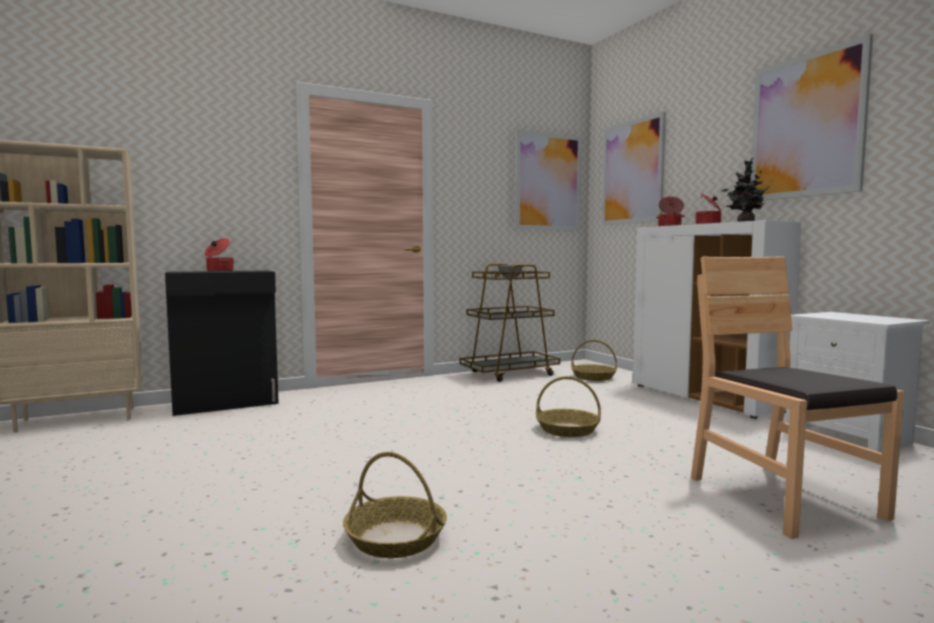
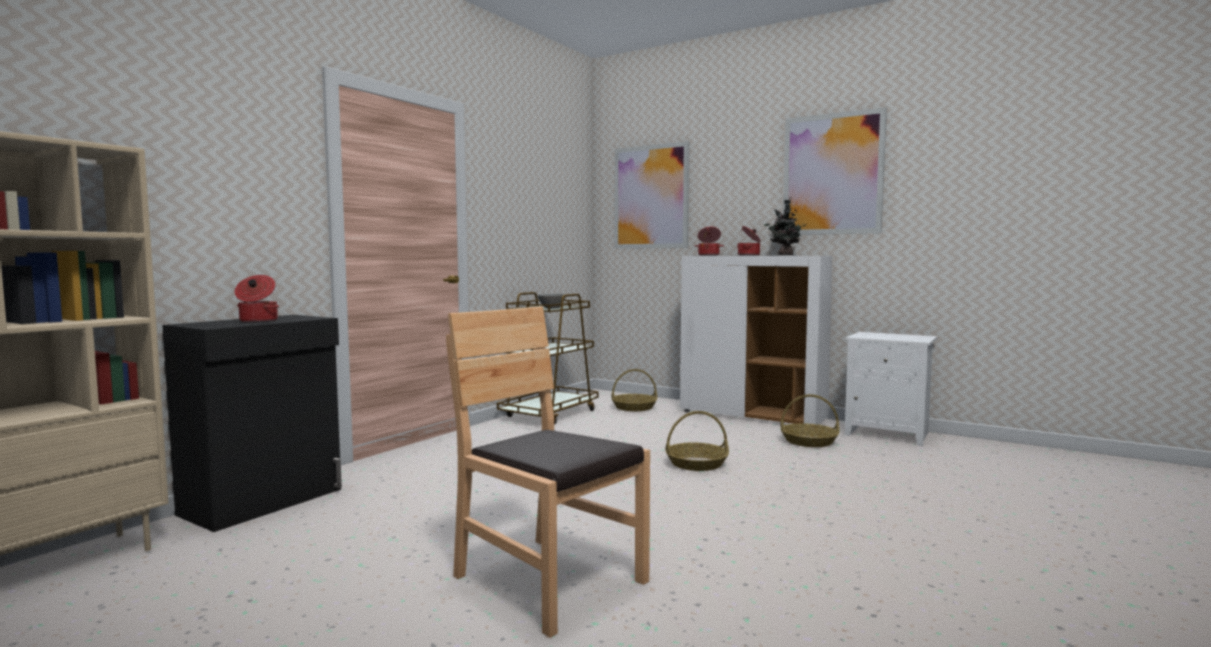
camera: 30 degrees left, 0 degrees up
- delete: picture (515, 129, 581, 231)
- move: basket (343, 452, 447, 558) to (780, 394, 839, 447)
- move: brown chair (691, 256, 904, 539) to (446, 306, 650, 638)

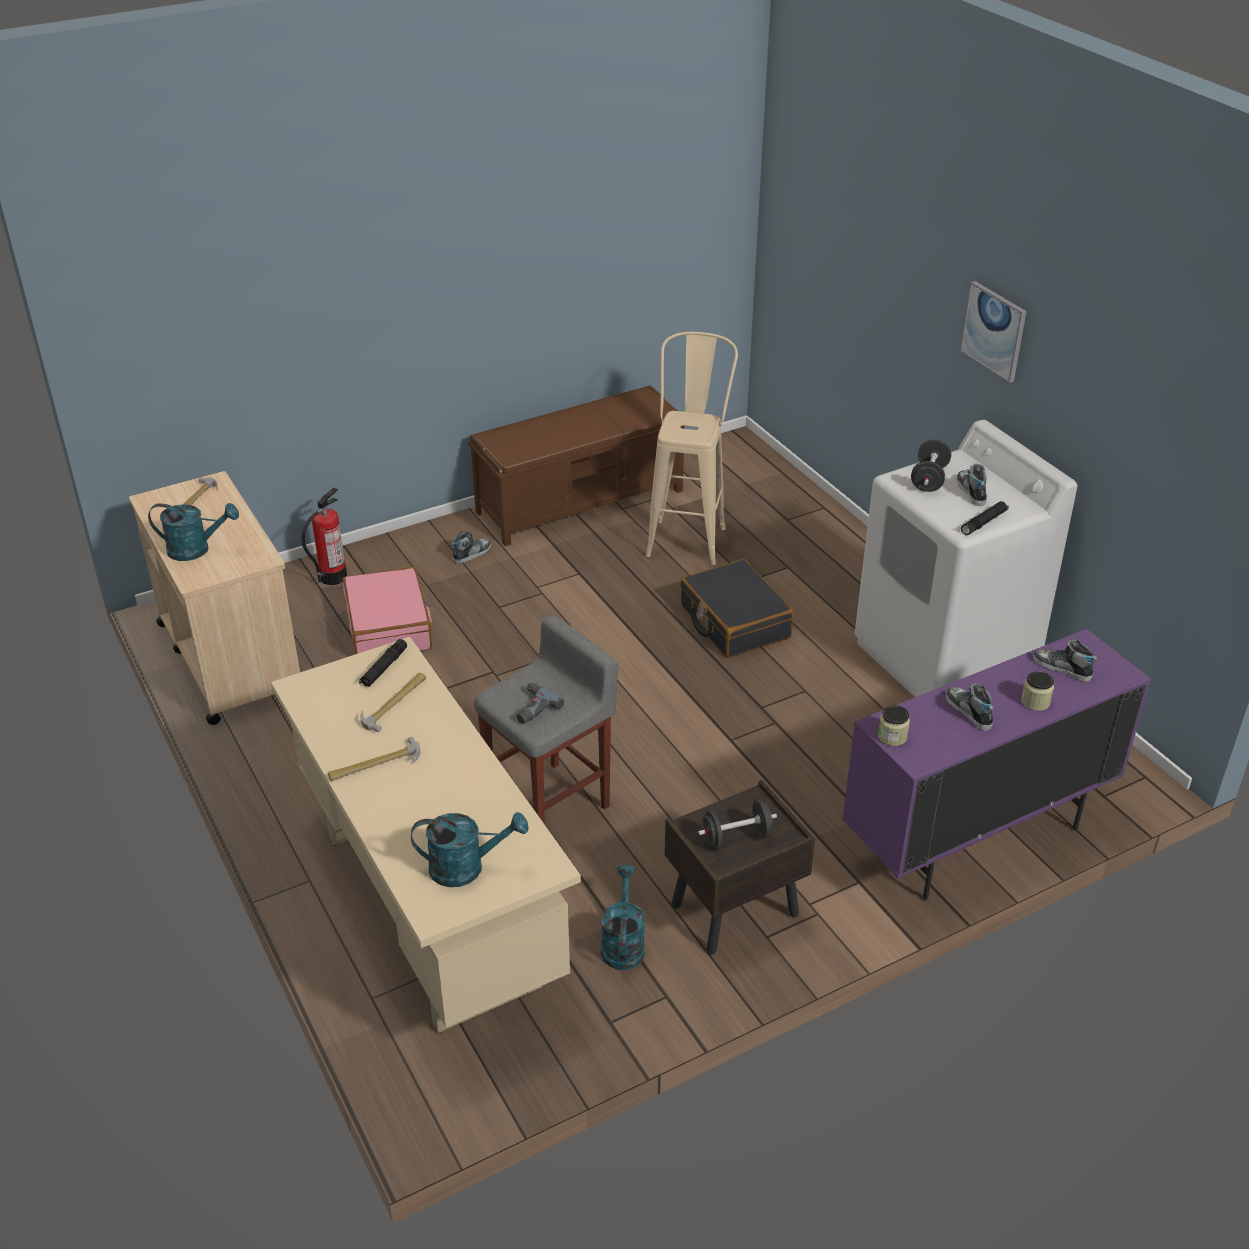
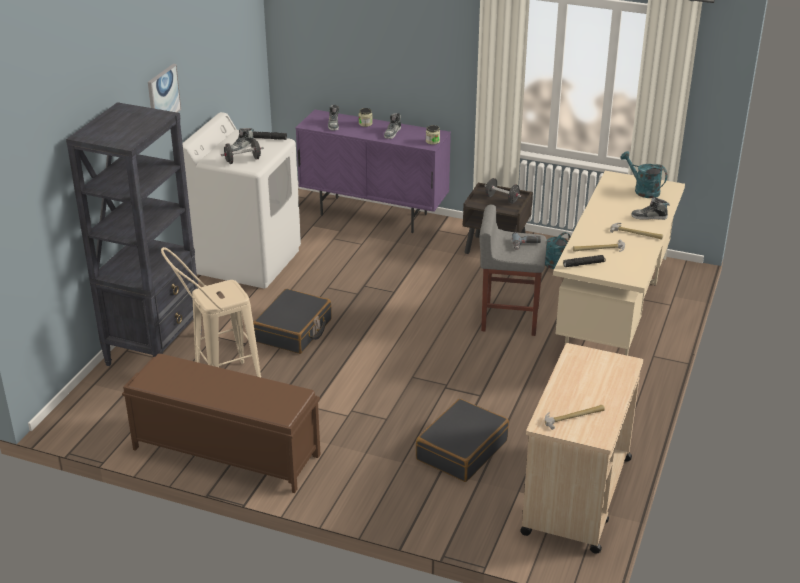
camera: 130 degrees left, 5 degrees down
- delete: turquoise watering can (148, 503, 239, 561)
- delete: fire extinguisher (302, 488, 347, 585)
- insert: black bookcase (66, 102, 202, 366)
- move: shoe (451, 530, 492, 564) to (632, 197, 669, 220)
- recolor: pink suitcase (343, 567, 432, 654) to black suitcase (416, 399, 509, 482)

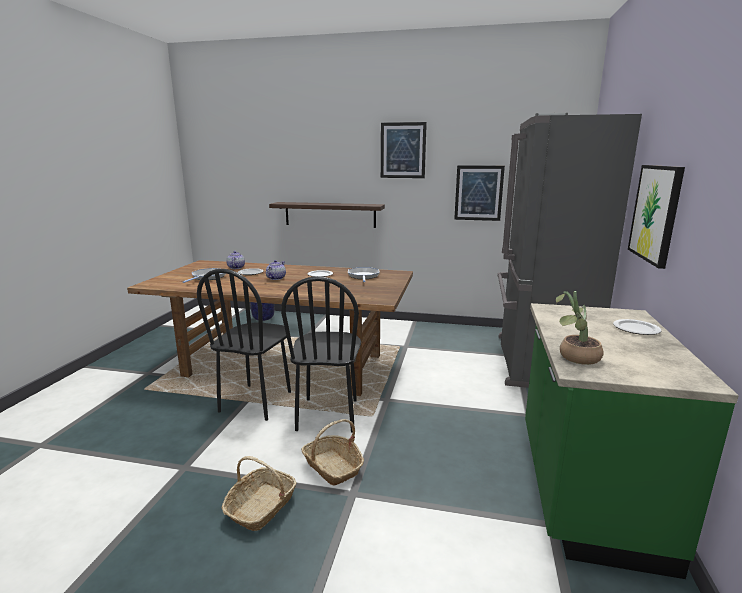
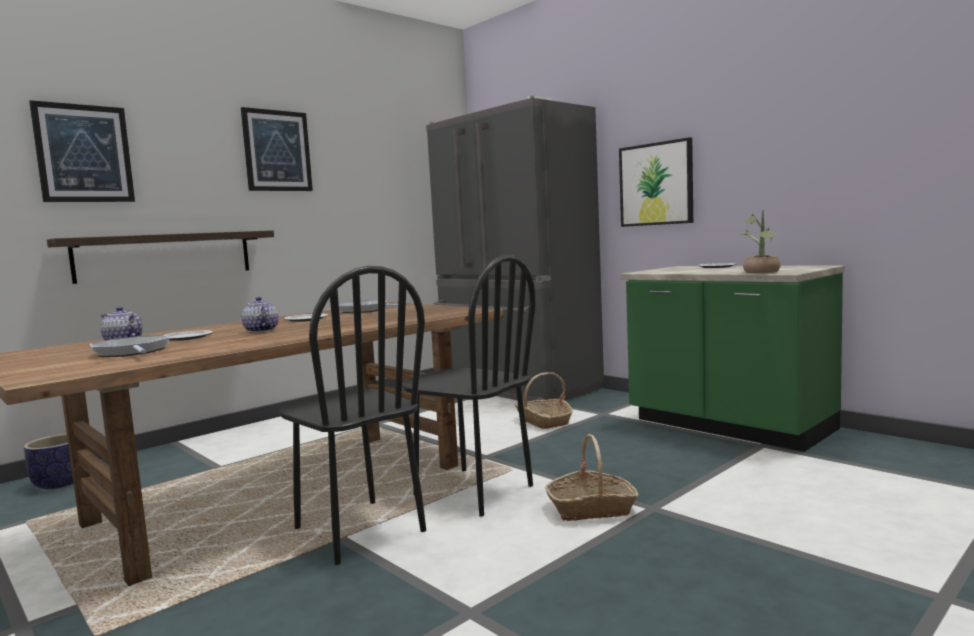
camera: 55 degrees left, 10 degrees down
- move: basket (222, 456, 297, 531) to (515, 372, 573, 429)
- move: picture (454, 165, 505, 221) to (29, 100, 135, 202)

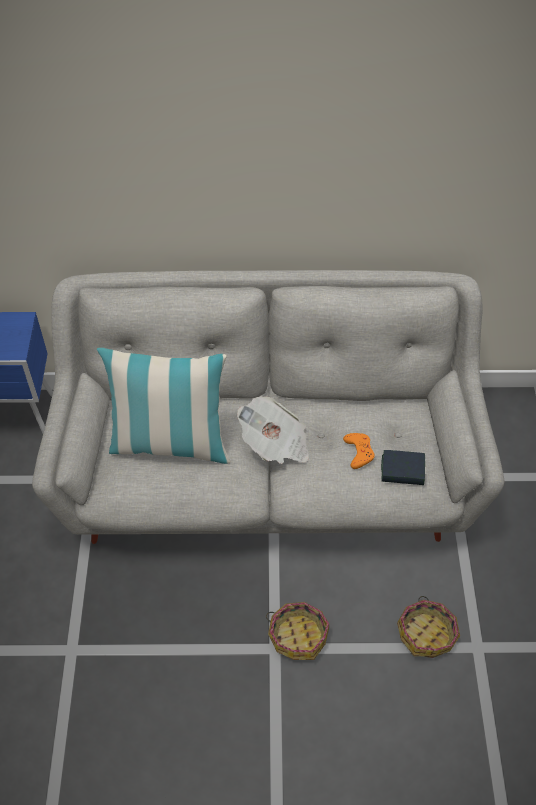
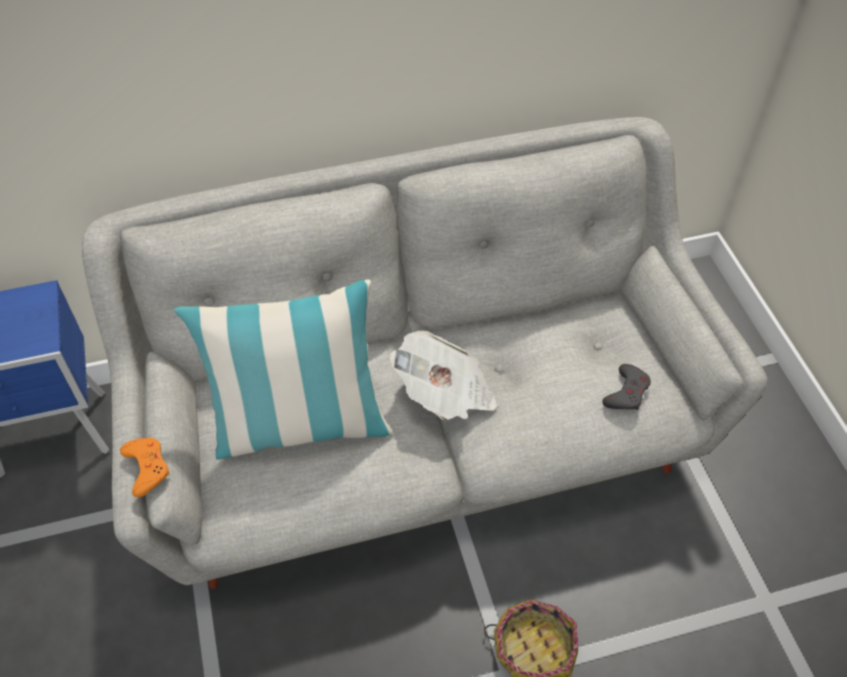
camera: 15 degrees left, 0 degrees up
- delete: basket (397, 596, 460, 658)
- move: orange game controller (343, 433, 375, 469) to (120, 438, 170, 497)
- replace: book (381, 450, 425, 485) to grey game controller (602, 364, 651, 410)

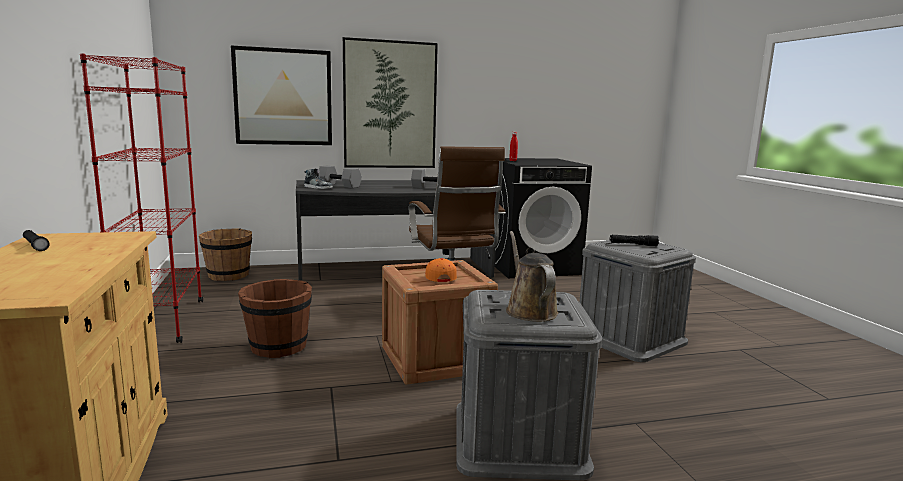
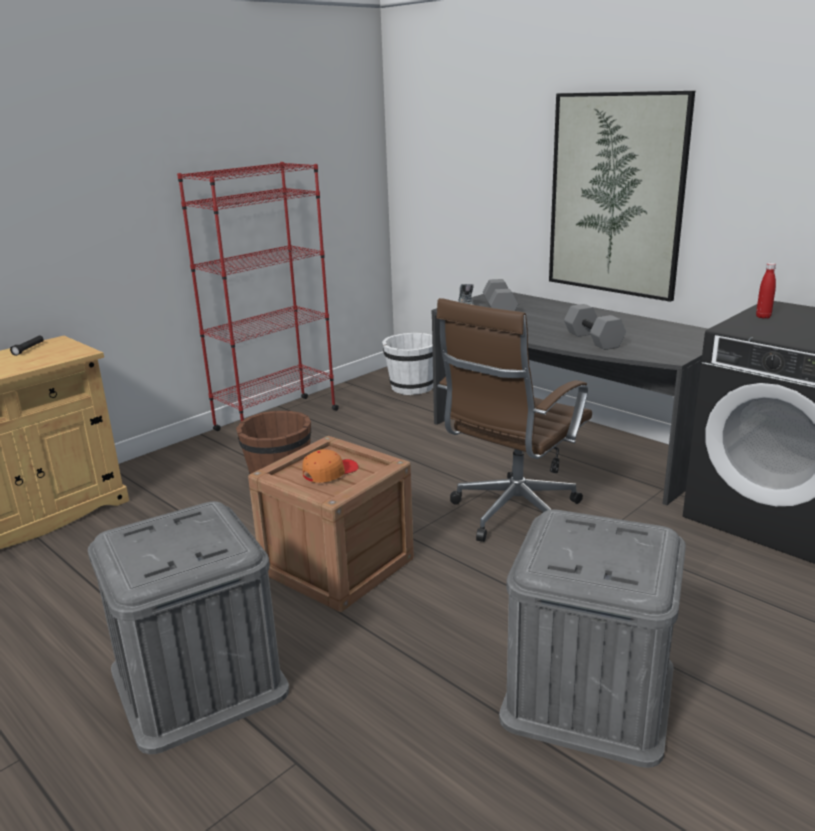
camera: 60 degrees right, 10 degrees up
- delete: picture (231, 46, 332, 145)
- delete: brown watering can (506, 231, 558, 322)
- delete: black flashlight (610, 235, 659, 246)
- recolor: brown bucket (199, 228, 252, 281) to white bucket (382, 332, 433, 395)

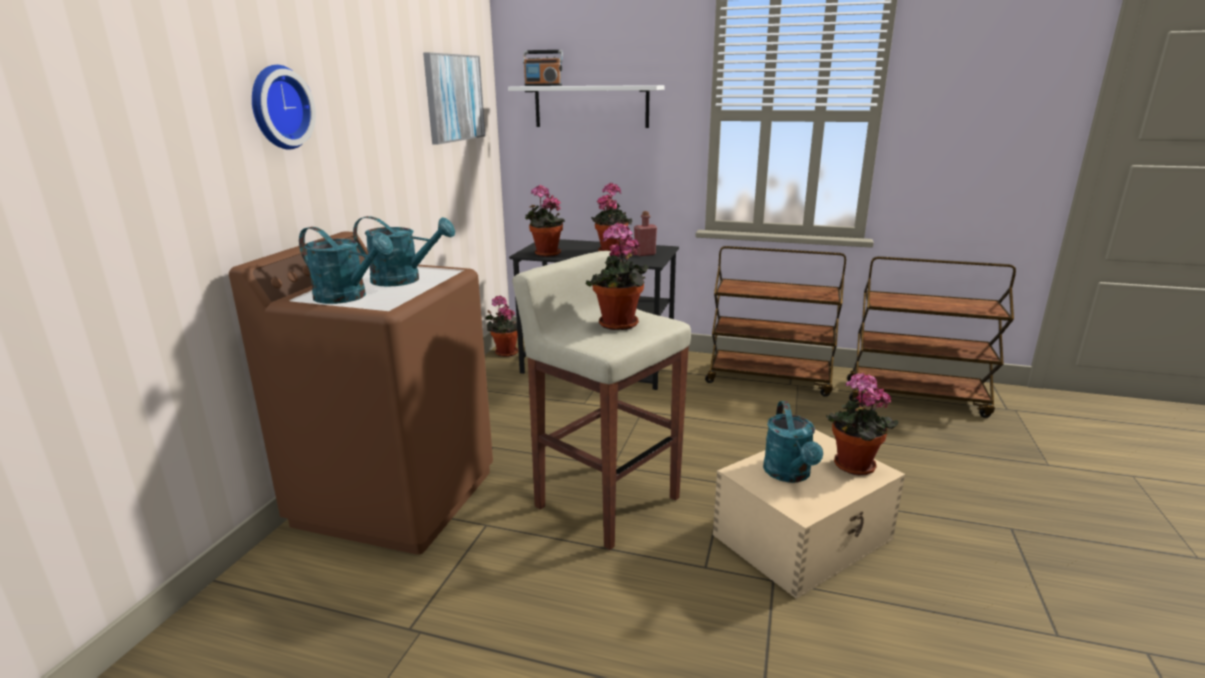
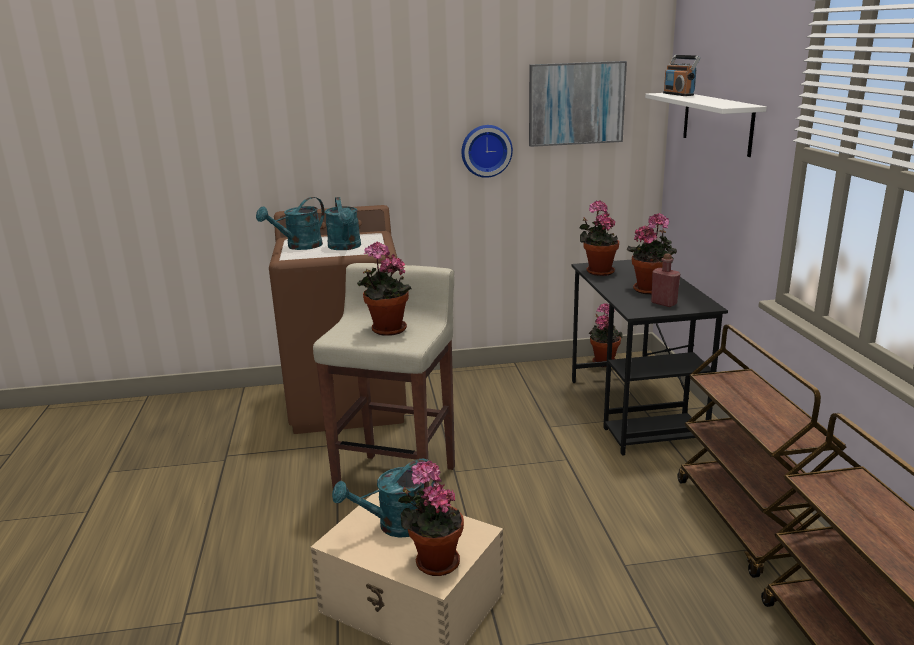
camera: 65 degrees right, 0 degrees up
- move: wall clock (252, 65, 316, 150) to (461, 125, 513, 178)
- rotate: turquoise watering can (299, 227, 393, 304) = (256, 197, 325, 250) 45 degrees clockwise

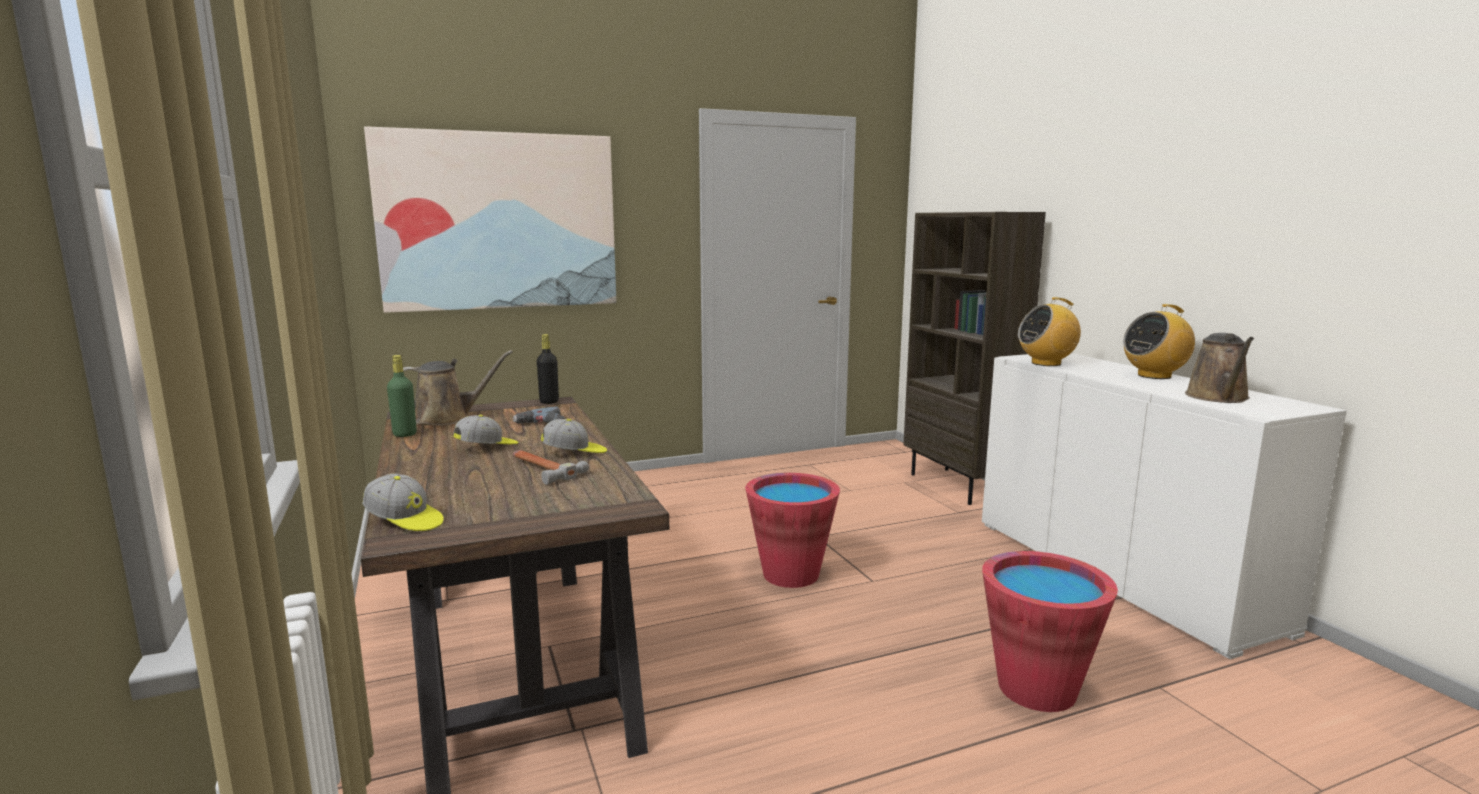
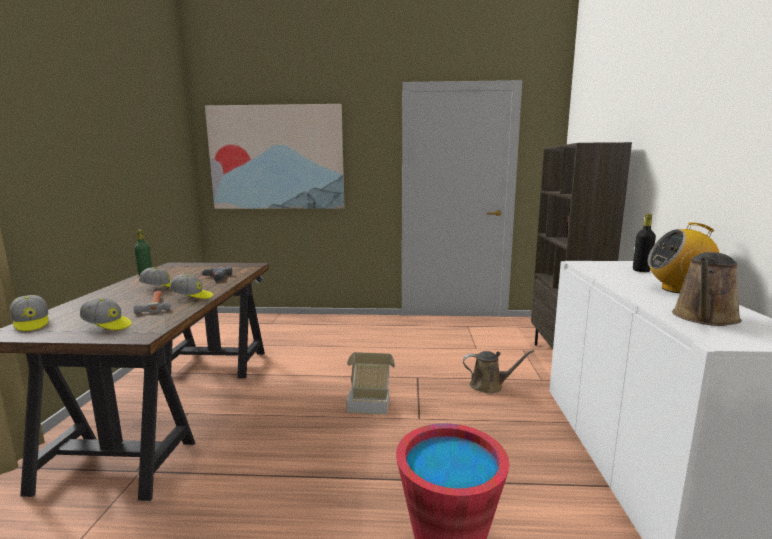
camera: 25 degrees right, 0 degrees up
- delete: radio (1018, 297, 1081, 366)
- insert: cap (80, 297, 132, 330)
- move: brown watering can (403, 350, 513, 426) to (463, 350, 534, 393)
- move: black bottle (537, 334, 559, 404) to (633, 214, 656, 272)
- replace: red bucket (745, 473, 840, 588) to cardboard box (346, 352, 395, 415)

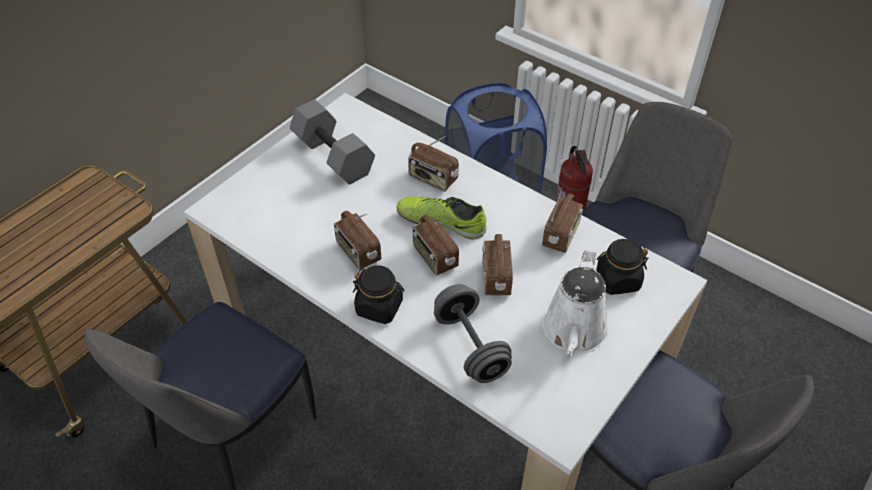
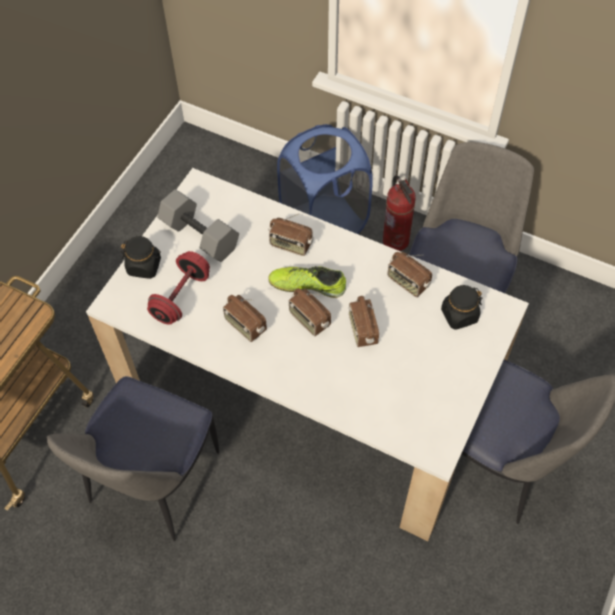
camera: 10 degrees left, 10 degrees up
- delete: grey dumbbell (434, 284, 512, 383)
- delete: white watering can (542, 250, 609, 357)
- insert: red dumbbell (147, 251, 210, 325)
- move: black jar (353, 265, 405, 324) to (121, 236, 161, 279)
- rotate: radio (542, 187, 583, 253) = (388, 252, 432, 297) 120 degrees clockwise

